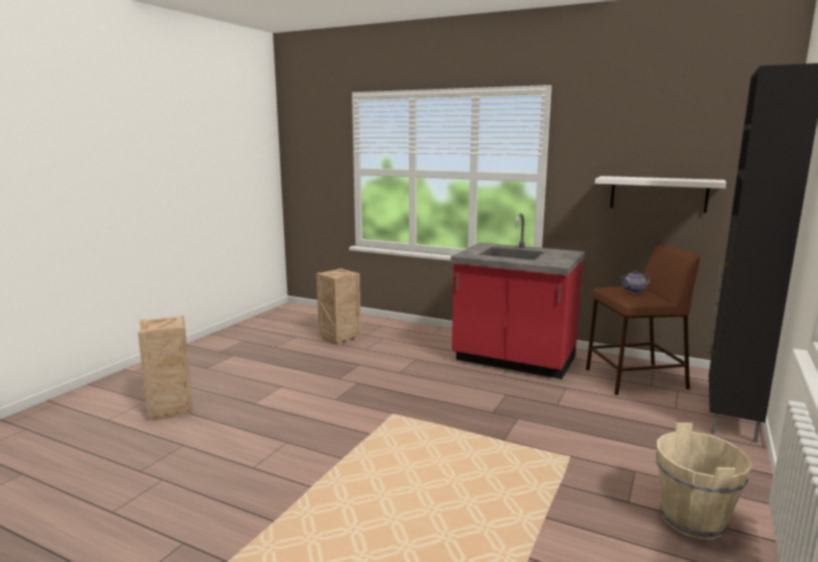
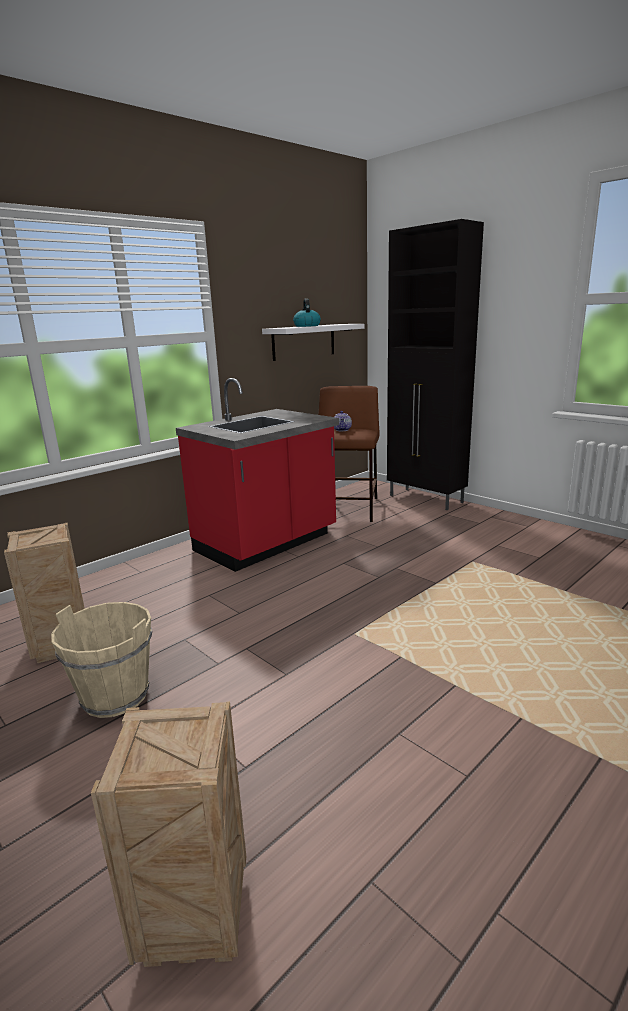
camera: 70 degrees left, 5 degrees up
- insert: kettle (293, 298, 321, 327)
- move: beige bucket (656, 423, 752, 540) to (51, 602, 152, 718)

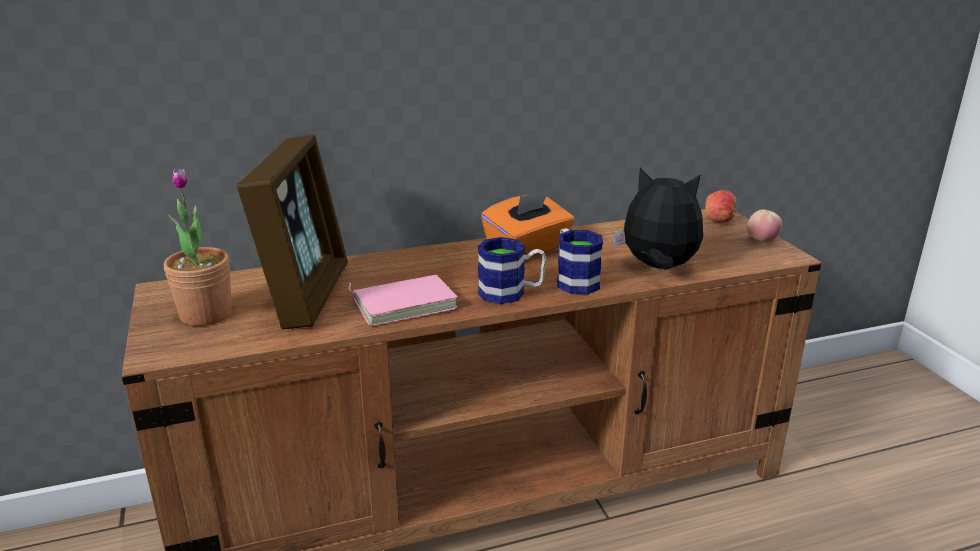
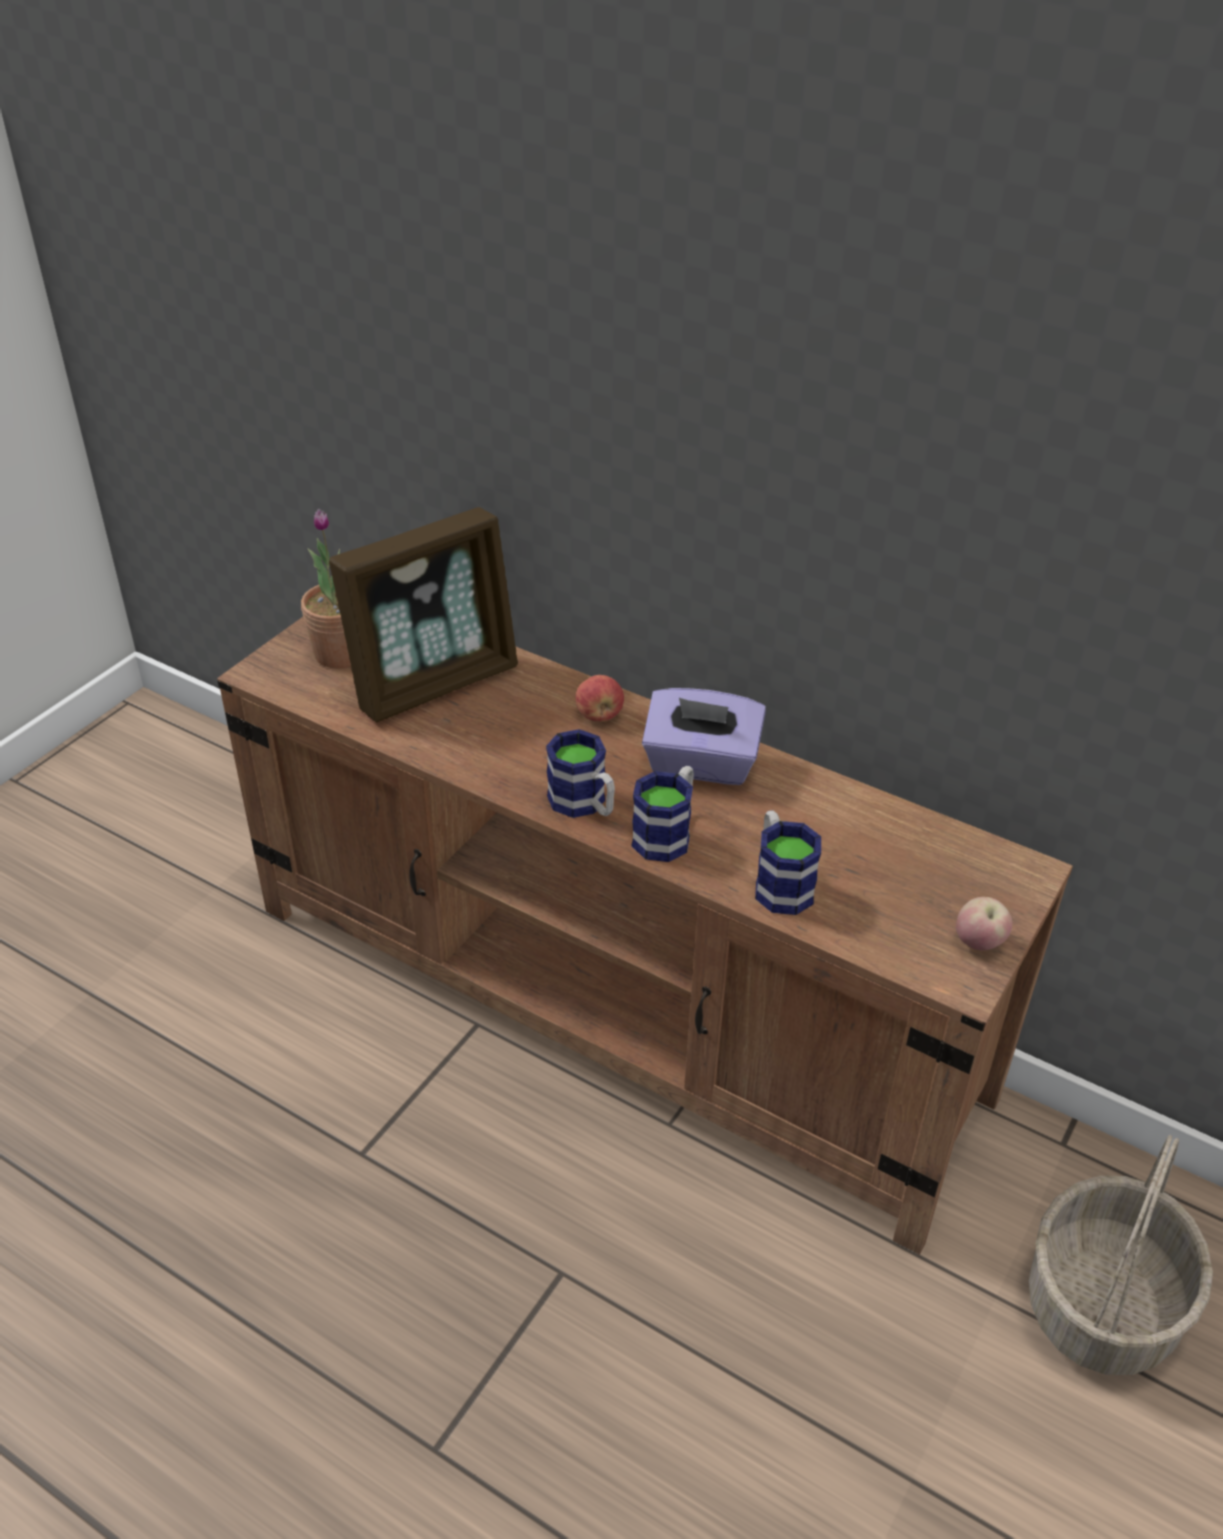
camera: 50 degrees right, 15 degrees up
- delete: pink book (349, 275, 458, 326)
- insert: basket (1029, 1135, 1213, 1375)
- move: apple (705, 190, 737, 223) to (576, 675, 624, 722)
- replace: plush toy (612, 167, 703, 270) to mug (755, 810, 821, 915)
- recolor: orange tissue box (481, 189, 575, 262) to purple tissue box (642, 688, 766, 785)

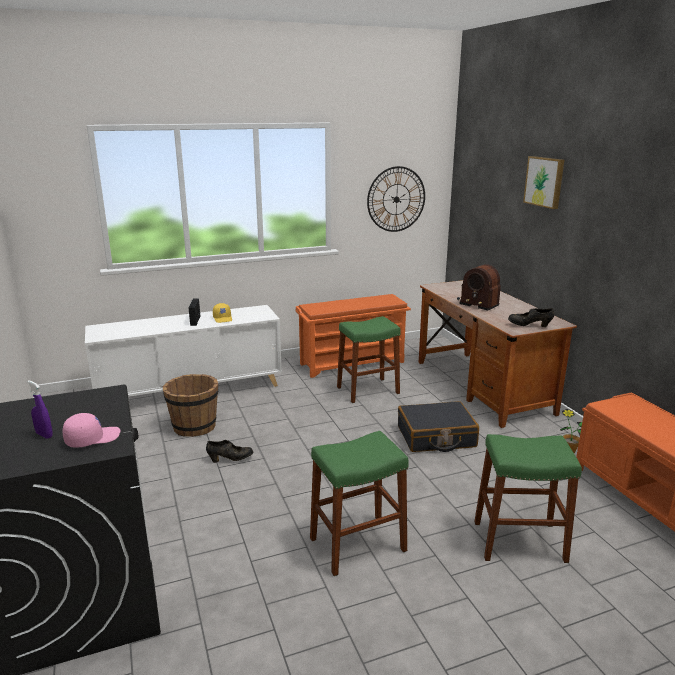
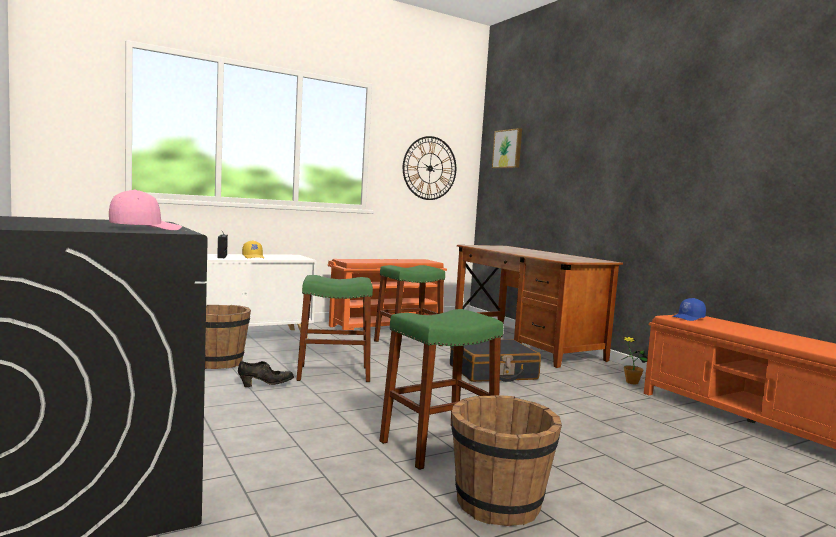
camera: 10 degrees left, 15 degrees down
- delete: purple spray bottle (27, 380, 53, 439)
- delete: radio (457, 264, 501, 311)
- delete: black shoe (508, 308, 554, 327)
- insert: brown bucket (451, 395, 562, 526)
- insert: blue cap (672, 298, 706, 321)
- move: green stool (474, 434, 582, 563) to (297, 275, 373, 382)
- move: picture (523, 156, 564, 209) to (492, 128, 522, 169)

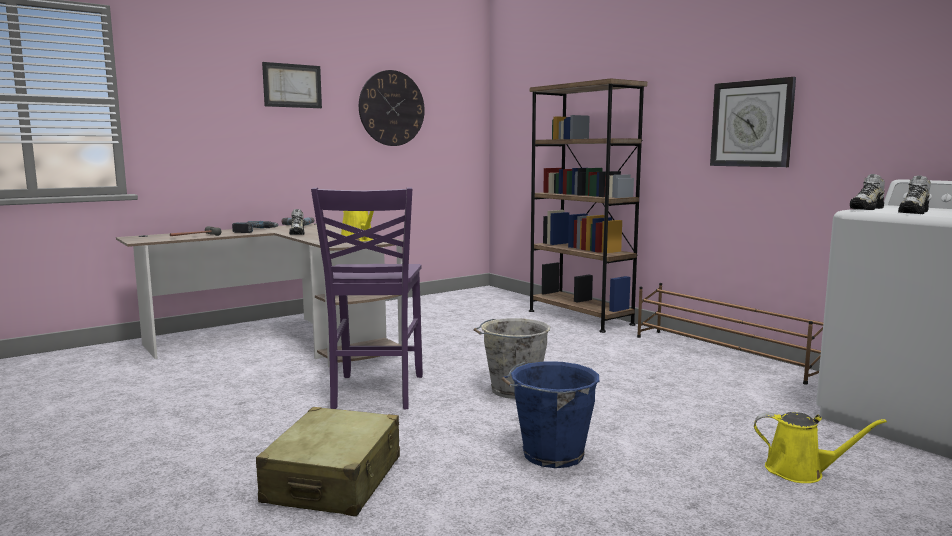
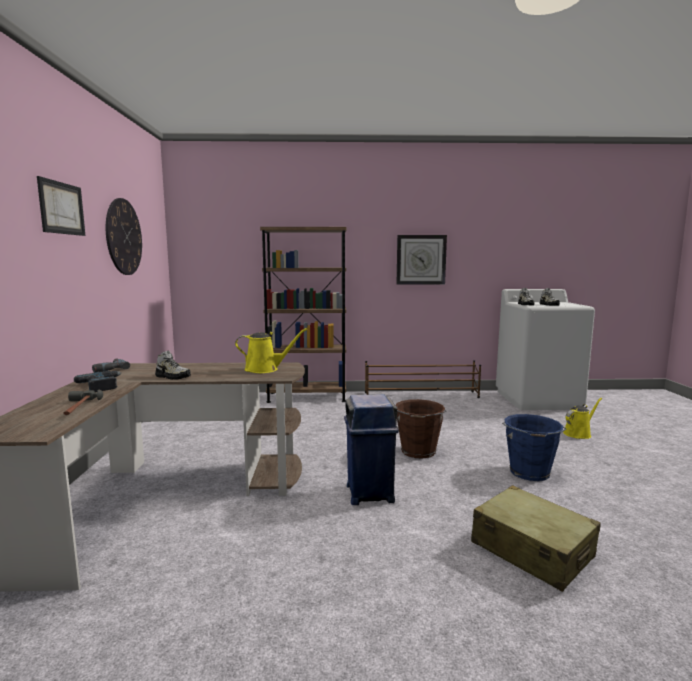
camera: 55 degrees left, 0 degrees up
- replace: purple chair (311, 187, 423, 410) to blue trash can (344, 394, 399, 505)
- recolor: grey bucket (473, 318, 550, 399) to brown bucket (395, 399, 446, 459)

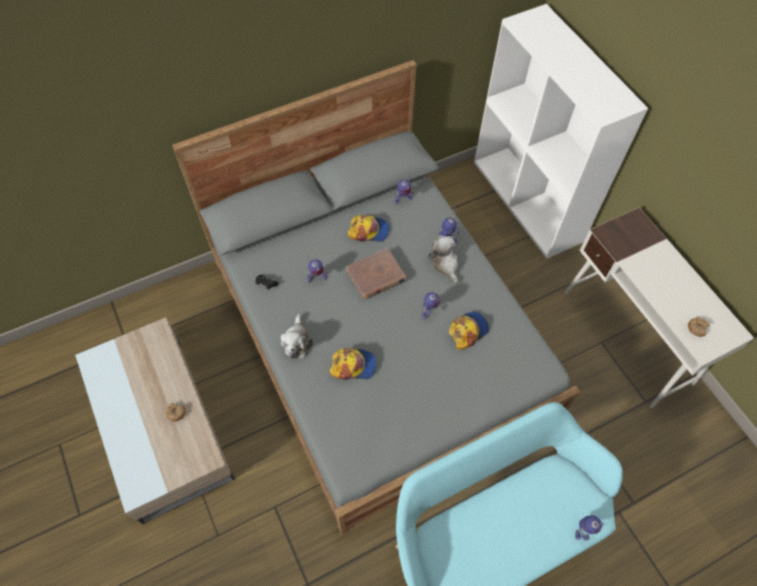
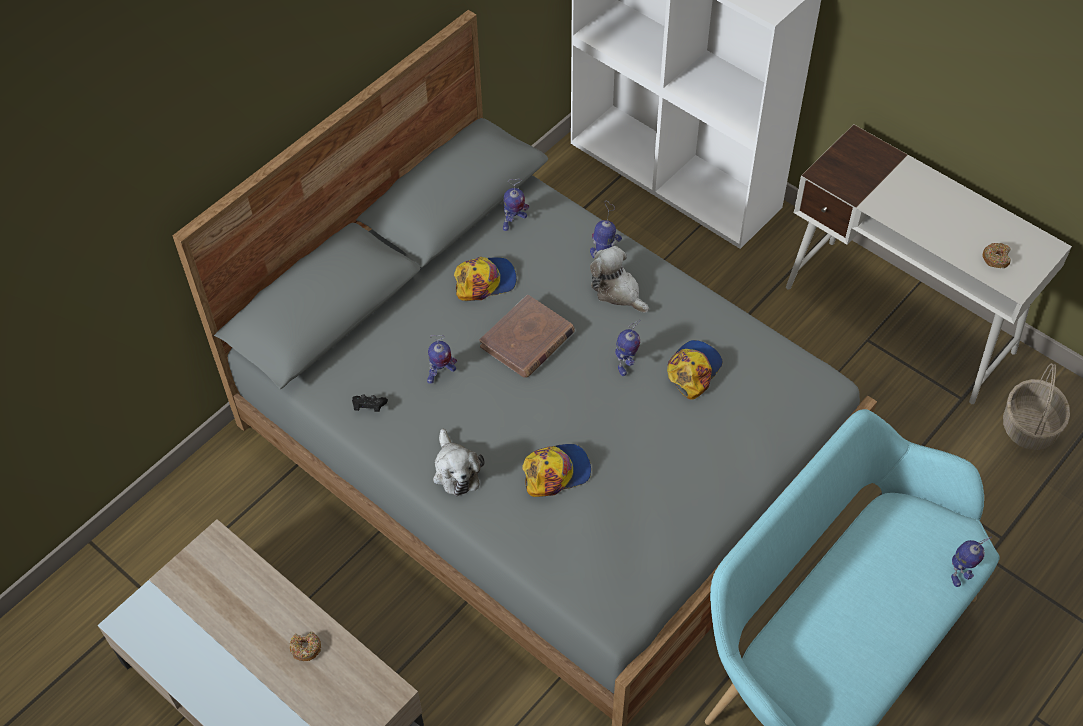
camera: 20 degrees left, 5 degrees down
- insert: basket (1003, 363, 1070, 450)

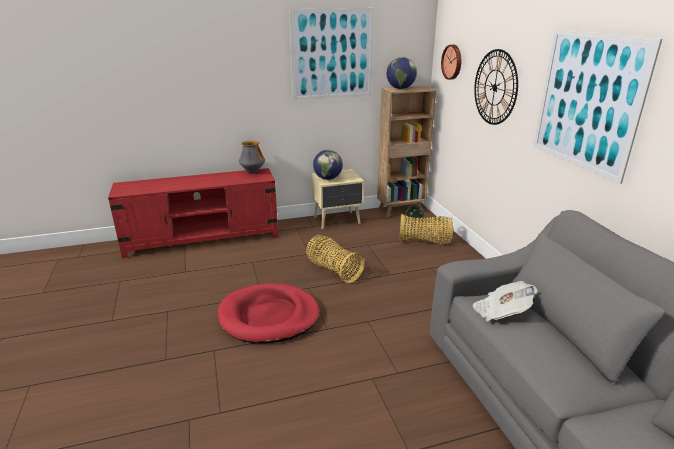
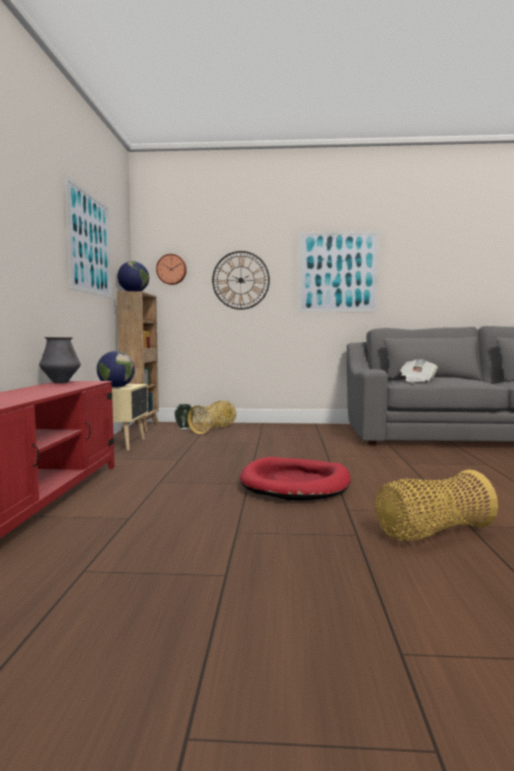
camera: 70 degrees left, 20 degrees down
- move: basket (306, 235, 365, 283) to (375, 469, 498, 541)

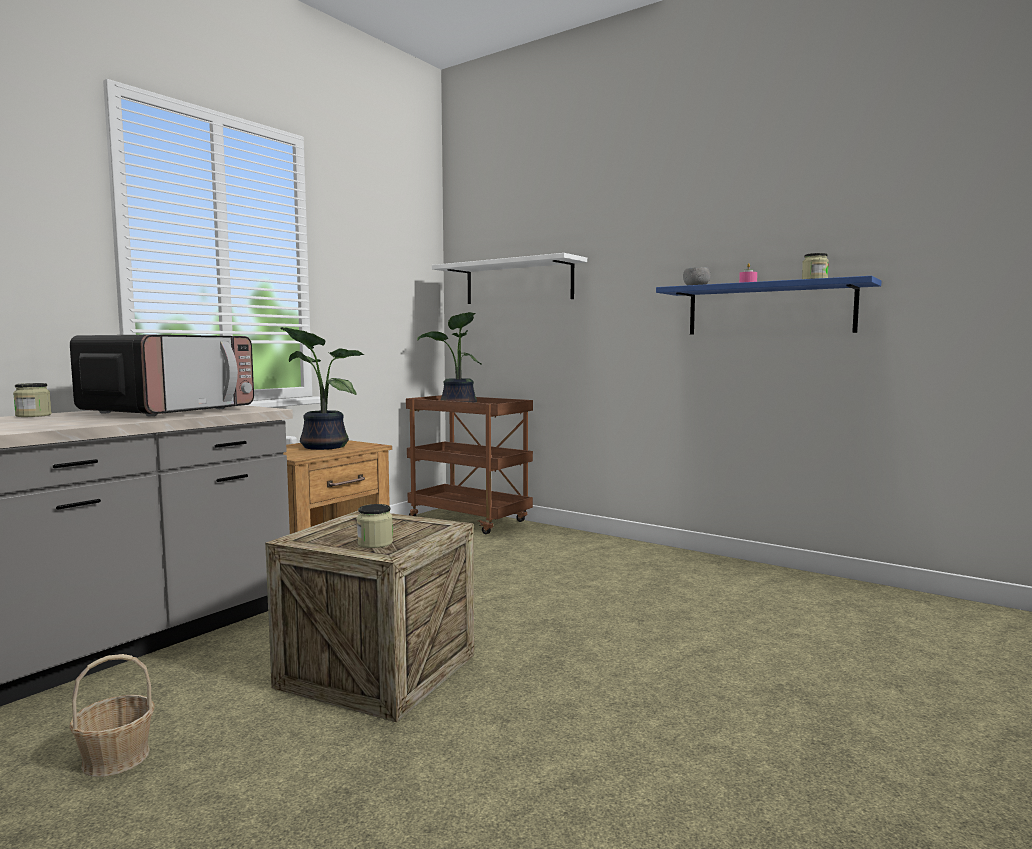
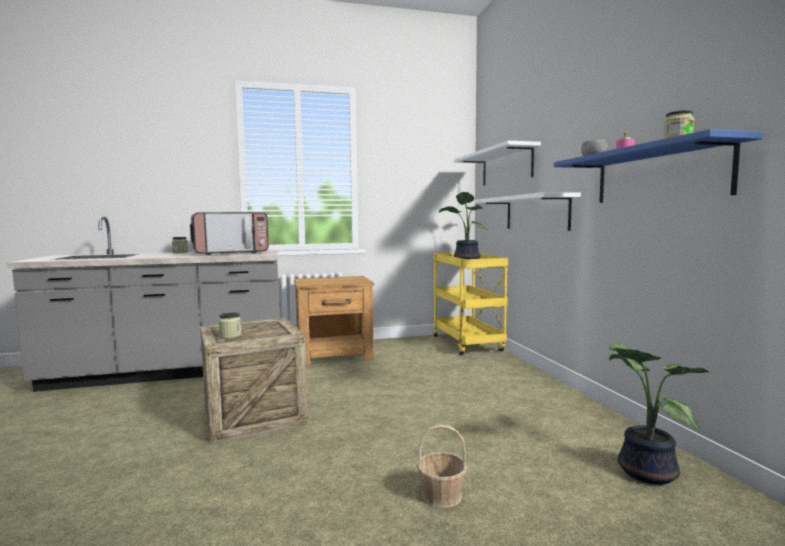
camera: 40 degrees right, 0 degrees up
- insert: white shelf (475, 192, 581, 231)
- move: basket (69, 654, 155, 777) to (416, 425, 467, 508)
- move: potted plant (280, 327, 364, 450) to (609, 342, 709, 485)
- recolor: brown cart (406, 395, 533, 534) to yellow cart (434, 253, 508, 355)

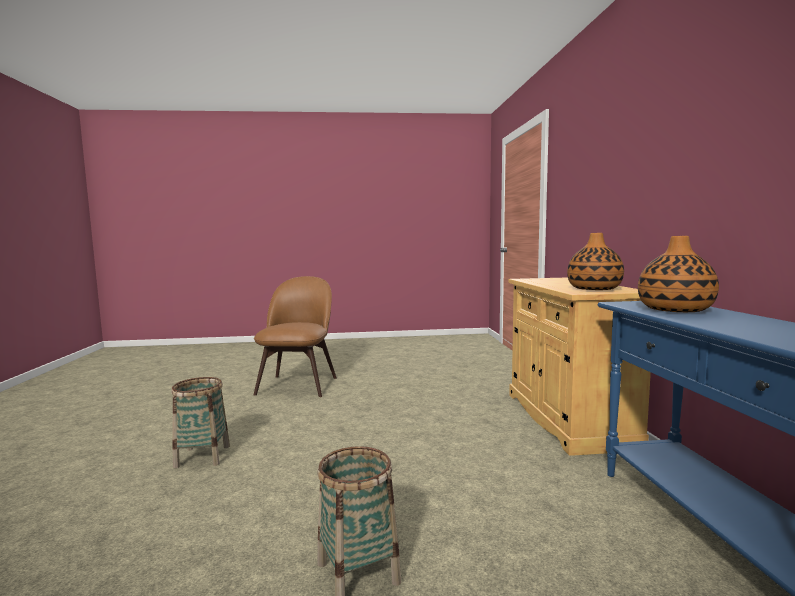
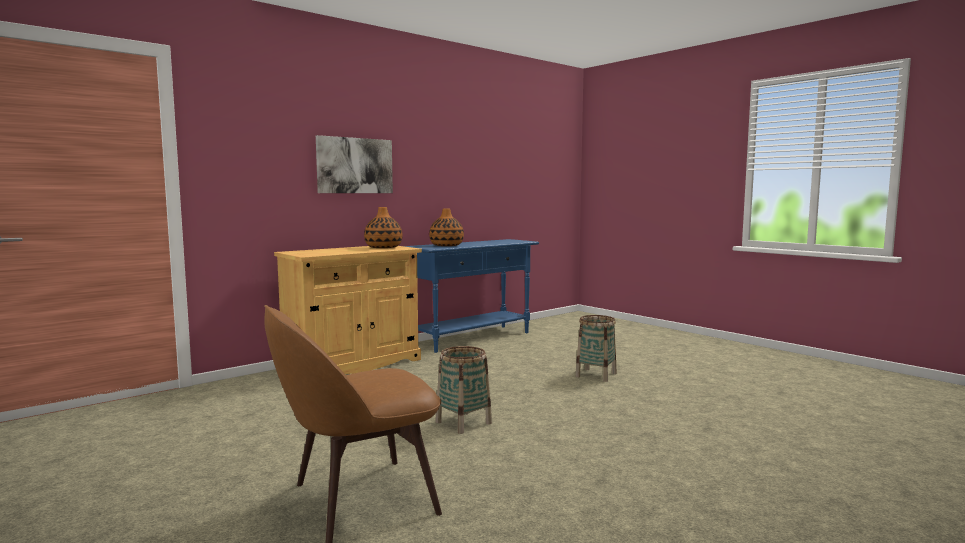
camera: 125 degrees left, 0 degrees up
- insert: picture (316, 135, 393, 193)
- move: basket (171, 377, 230, 468) to (435, 346, 492, 434)

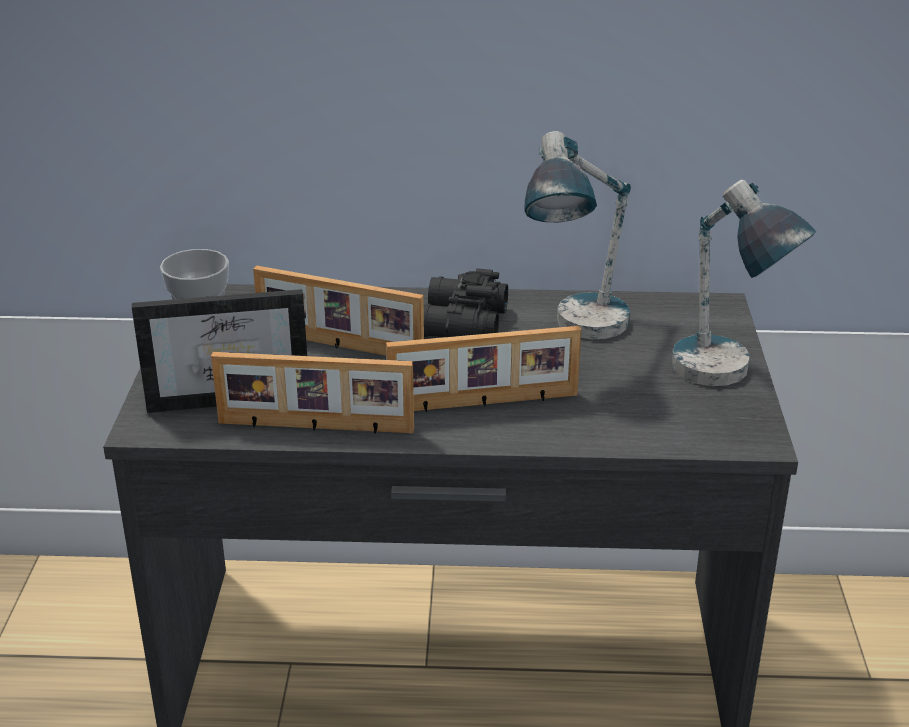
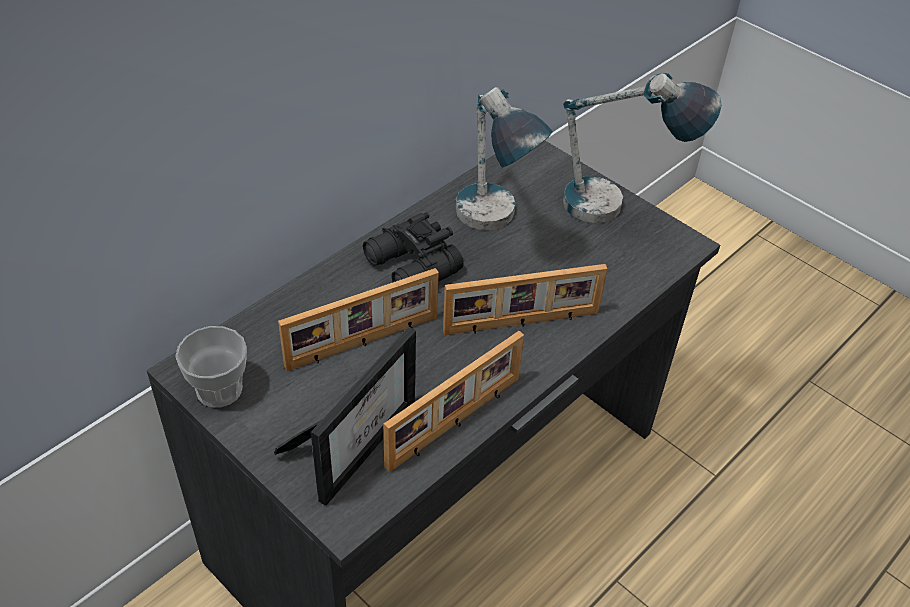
camera: 50 degrees left, 15 degrees up
- rotate: picture frame (386, 326, 581, 412) = (443, 264, 607, 335) 45 degrees clockwise

